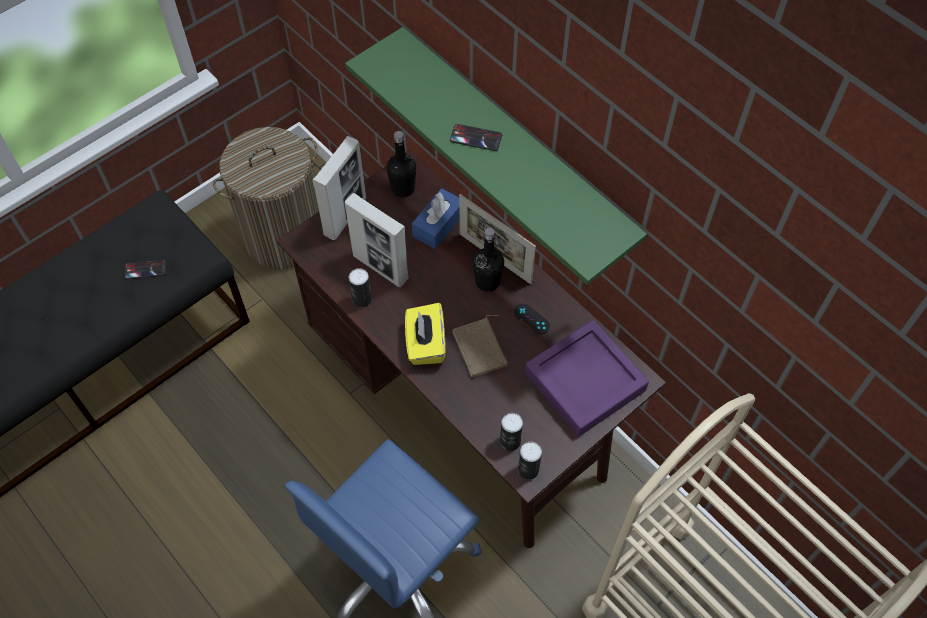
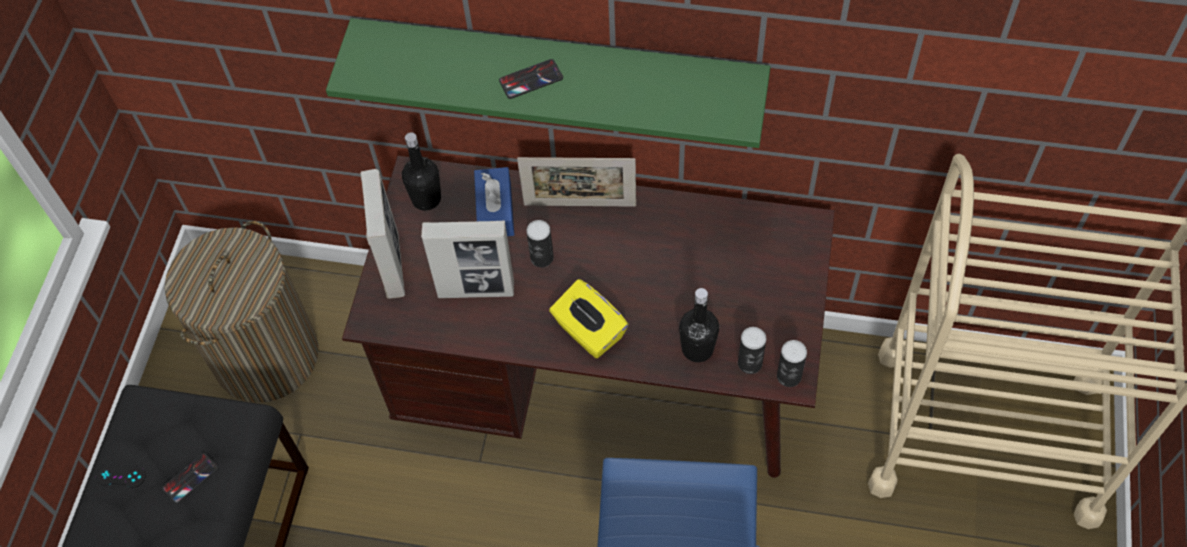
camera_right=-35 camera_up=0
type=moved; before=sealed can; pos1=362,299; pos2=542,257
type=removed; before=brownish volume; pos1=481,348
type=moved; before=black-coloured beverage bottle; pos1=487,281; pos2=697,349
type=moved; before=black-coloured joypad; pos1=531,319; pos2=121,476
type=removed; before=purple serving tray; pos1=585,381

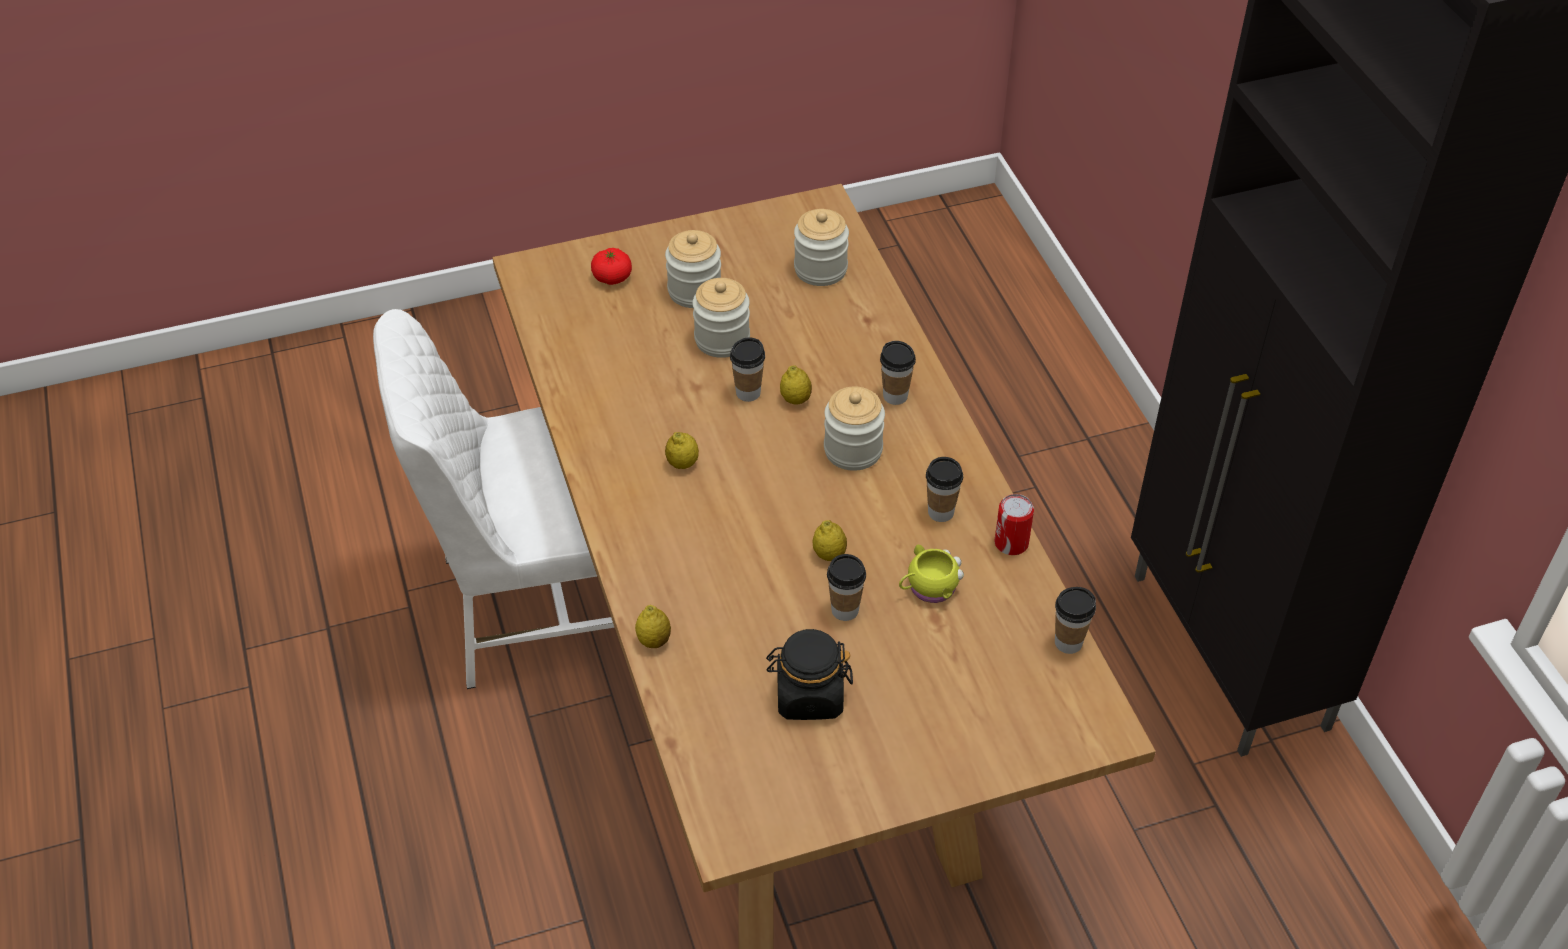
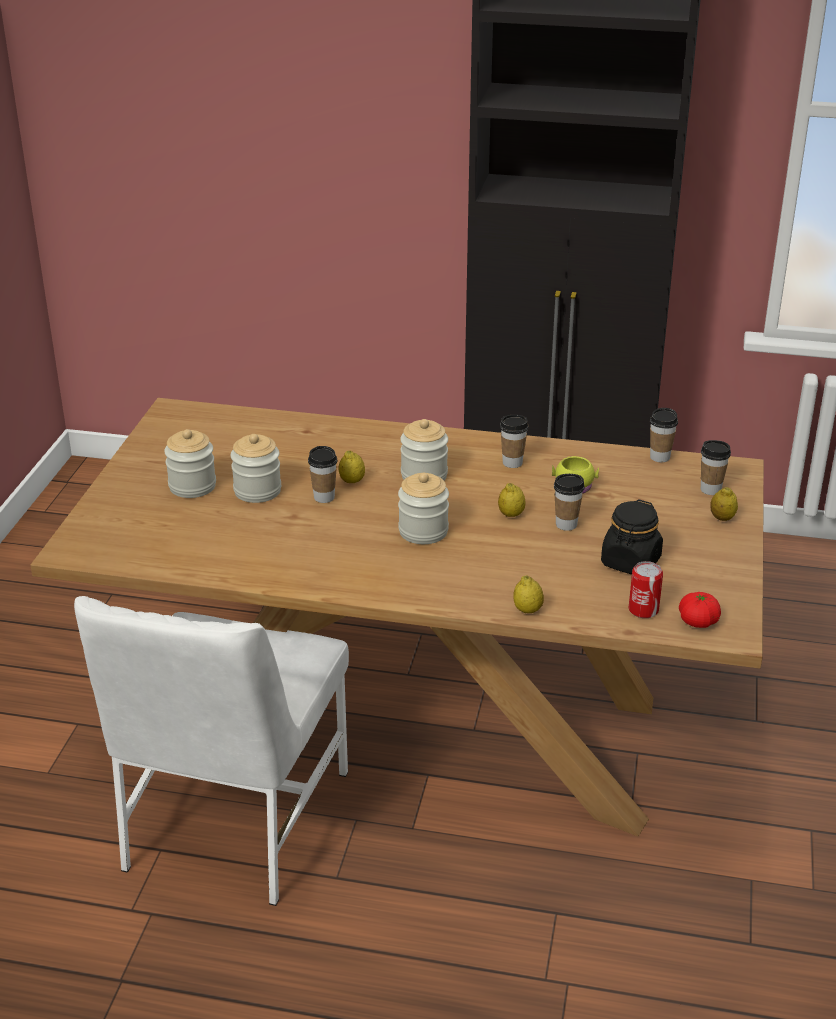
camera_right=-60 camera_up=-15
type=moved; before=tomato; pos1=612,277; pos2=698,622
type=moved; before=lemon; pos1=682,463; pos2=722,518
type=moved; before=storage jar; pos1=820,269; pos2=423,531
type=moved; before=small cup; pos1=895,396; pos2=710,489
type=moved; before=sealed can; pos1=1011,543; pos2=643,610

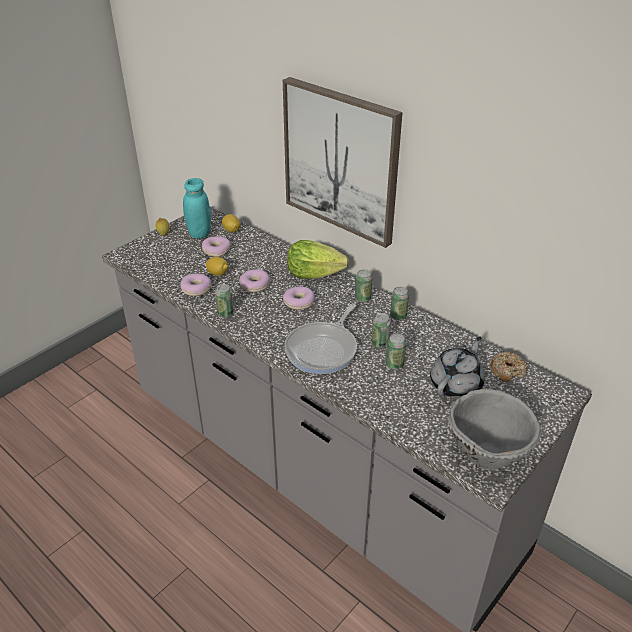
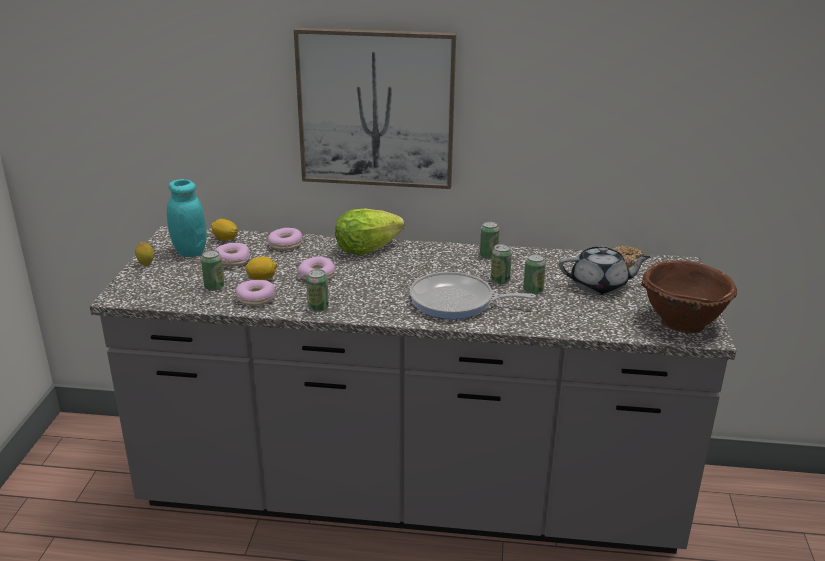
camera_right=-35 camera_up=-10
type=moved; before=ring doughnut; pos1=299,302; pos2=285,245
type=turned; before=skillet; pos1=323,349; pos2=456,302; turn=105
type=moved; before=sealed can; pos1=363,298; pos2=214,287
type=turned; before=grey tea pot; pos1=456,384; pos2=600,286; turn=90
type=recoloured; before=grey deep dish; after=brownish deep dish; pos1=486,452; pos2=681,322

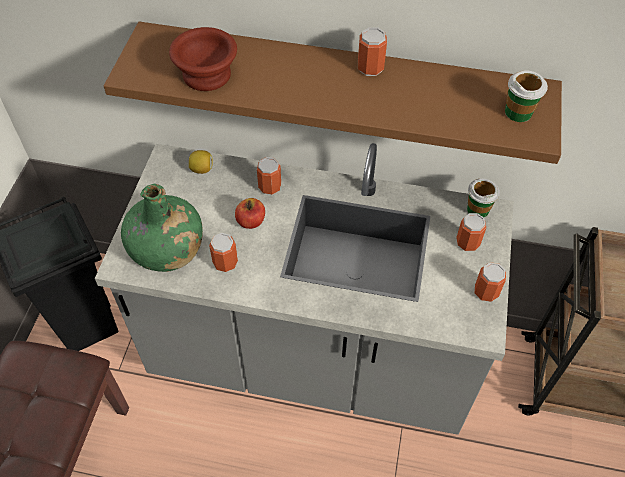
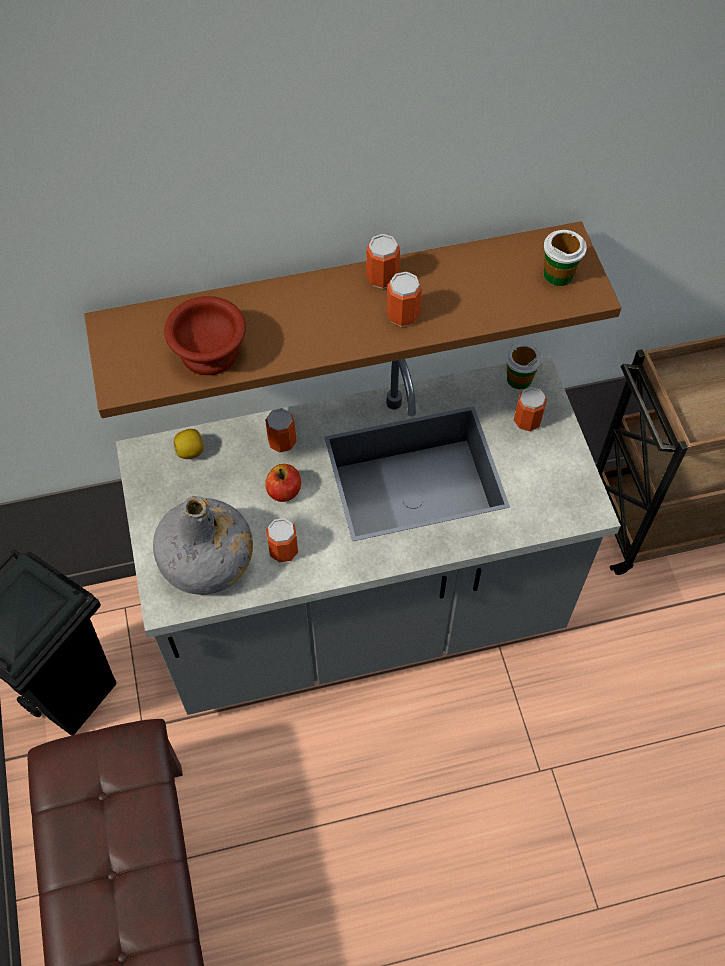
camera_right=-25 camera_up=5
type=recoloured; before=green beverage bottle; after=grey beverage bottle; pos1=166,249; pos2=207,562
type=moved; before=sealed can; pos1=486,292; pos2=403,315

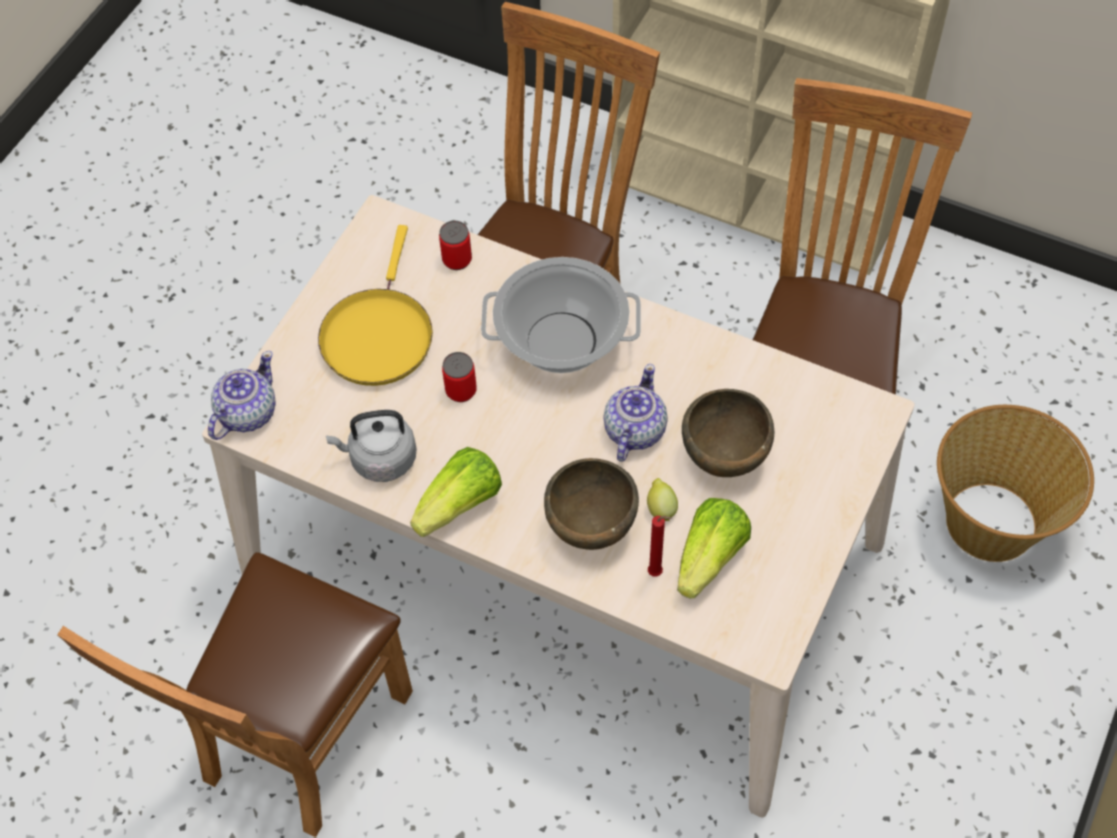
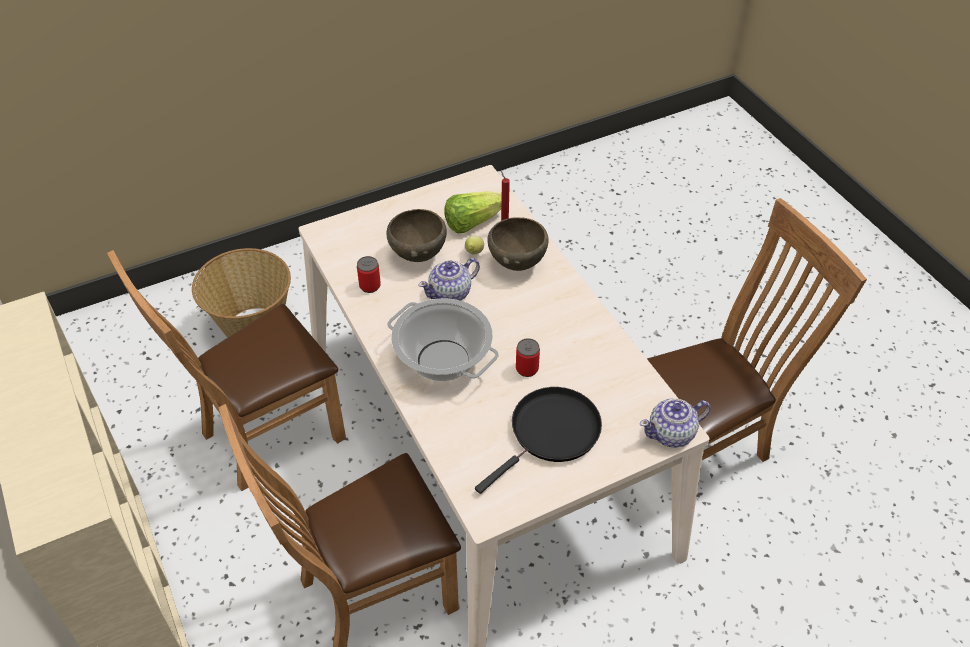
camera_right=-145 camera_up=-10
type=recoloured; before=yellow-coloured skillet; after=black-coloured skillet; pos1=378,334; pos2=551,433
type=removed; before=grey kettle; pos1=380,459
type=removed; before=head of lettuce; pos1=460,505
type=moved; before=sealed can; pos1=457,259; pos2=370,286

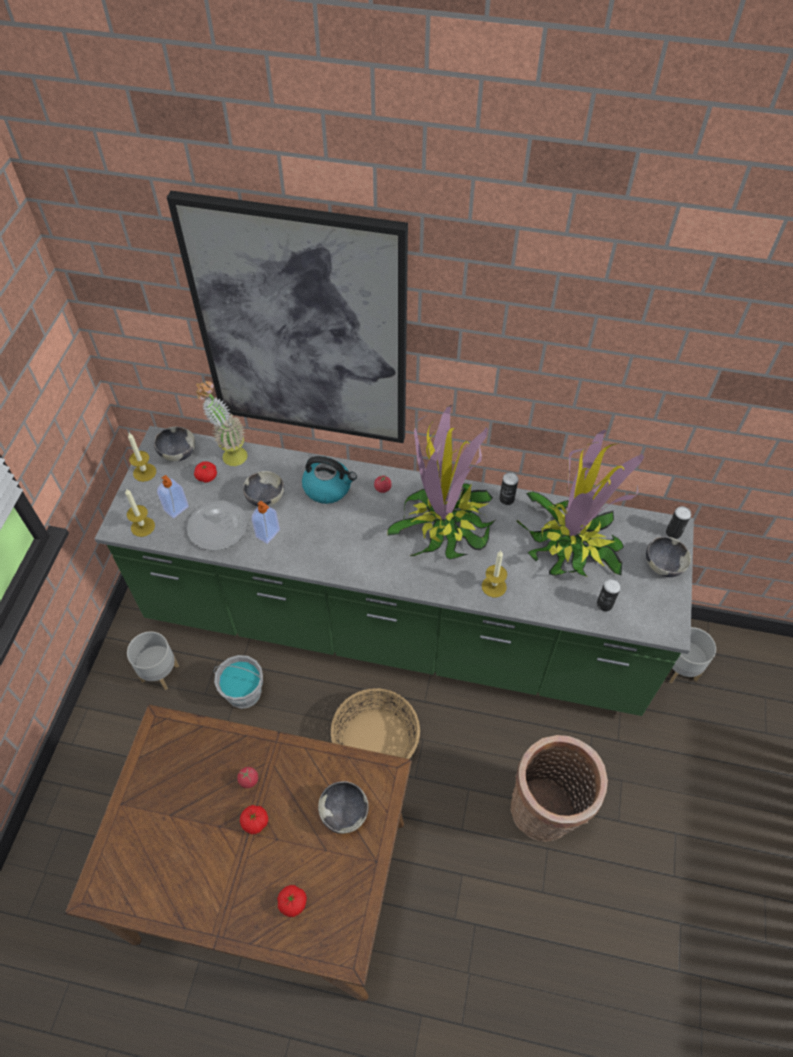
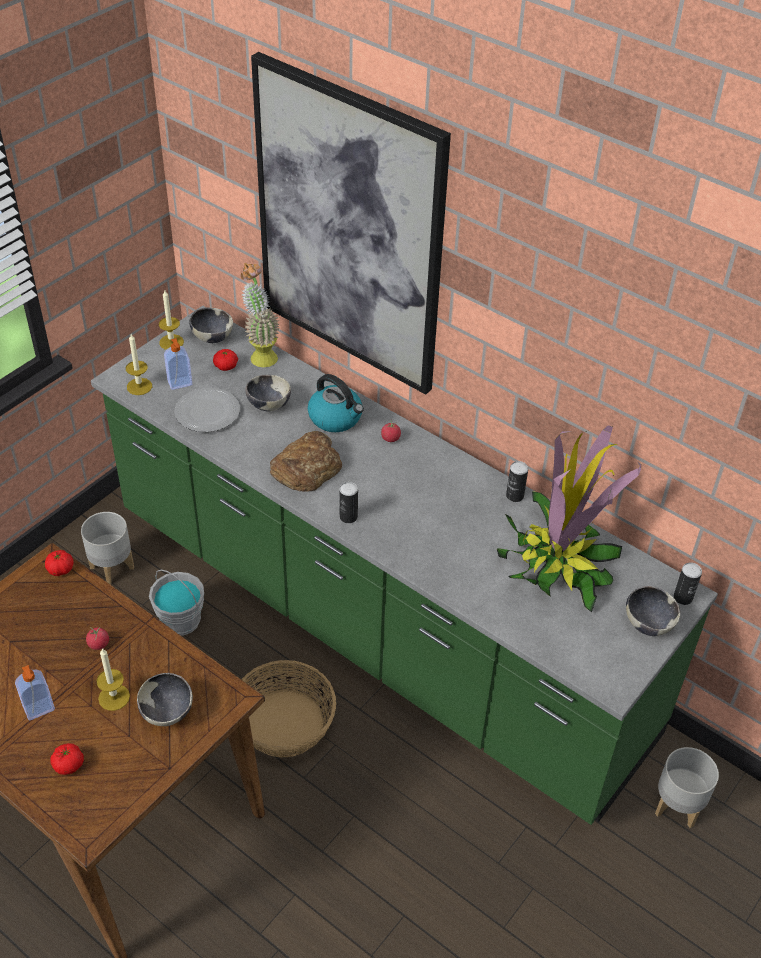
camera_right=25 camera_up=-10
type=moved; before=tomato; pos1=255,822; pos2=60,569
type=moved; before=soap bottle; pos1=268,534; pos2=39,709
type=removed; before=potted plant; pos1=444,523
type=moved; before=candle; pos1=494,586; pos2=114,697
type=removed; before=storage basket; pos1=545,813
type=moved; before=sealed can; pos1=604,604; pos2=348,517
type=added; after=baked bread; pos2=306,467

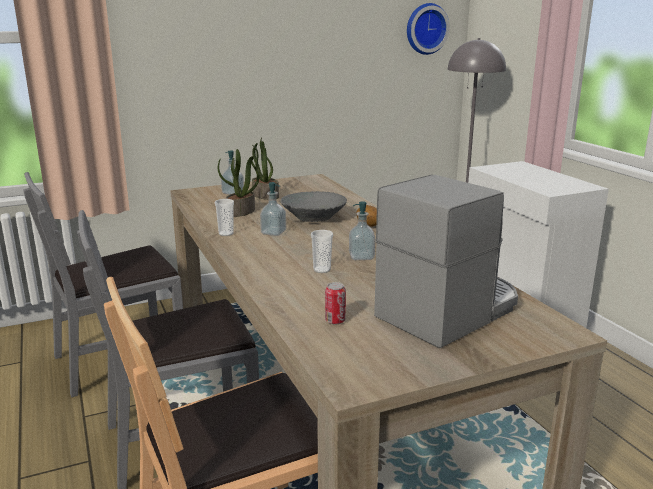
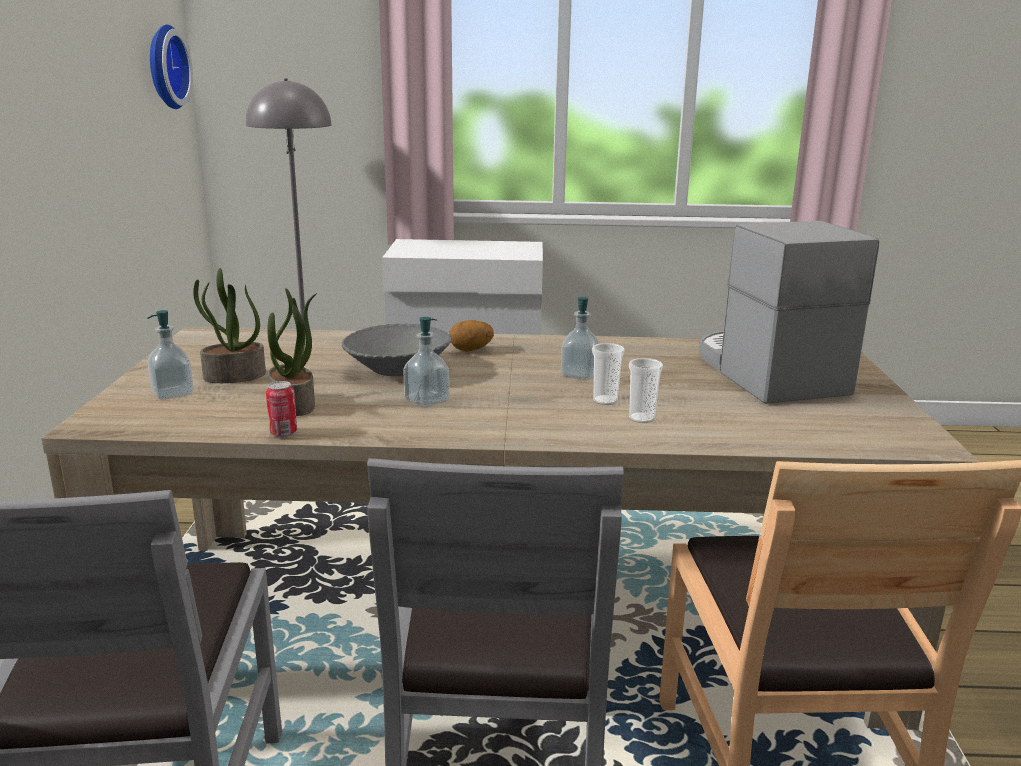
camera_right=-65 camera_up=0
type=moved; before=small cup; pos1=226,233; pos2=641,418
type=moved; before=sealed can; pos1=335,321; pos2=283,433

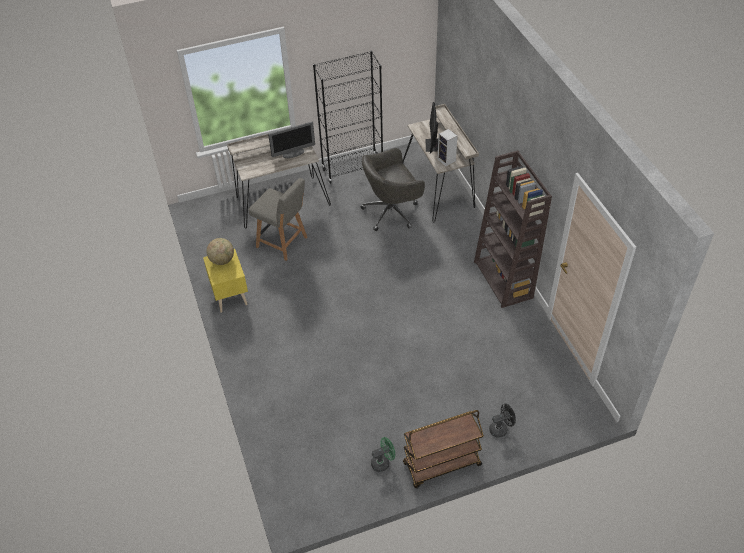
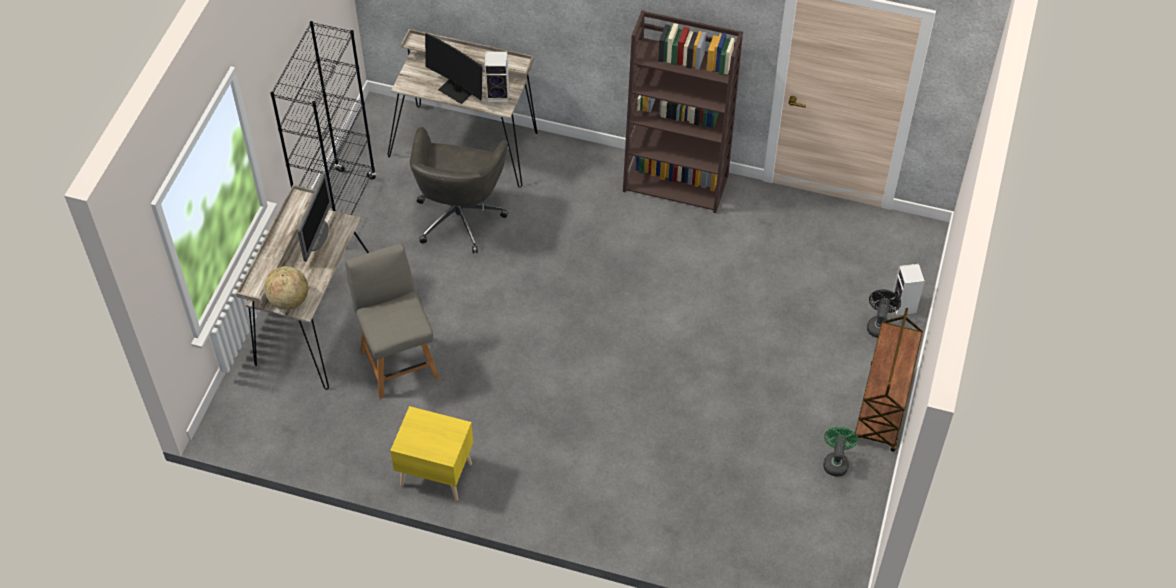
camera_right=-55 camera_up=5
type=moved; before=desk globe; pos1=222,260; pos2=289,300
type=turned; before=grey upright chair; pos1=283,243; pos2=398,362; turn=-90
type=added; after=audio speaker; pos2=904,306

